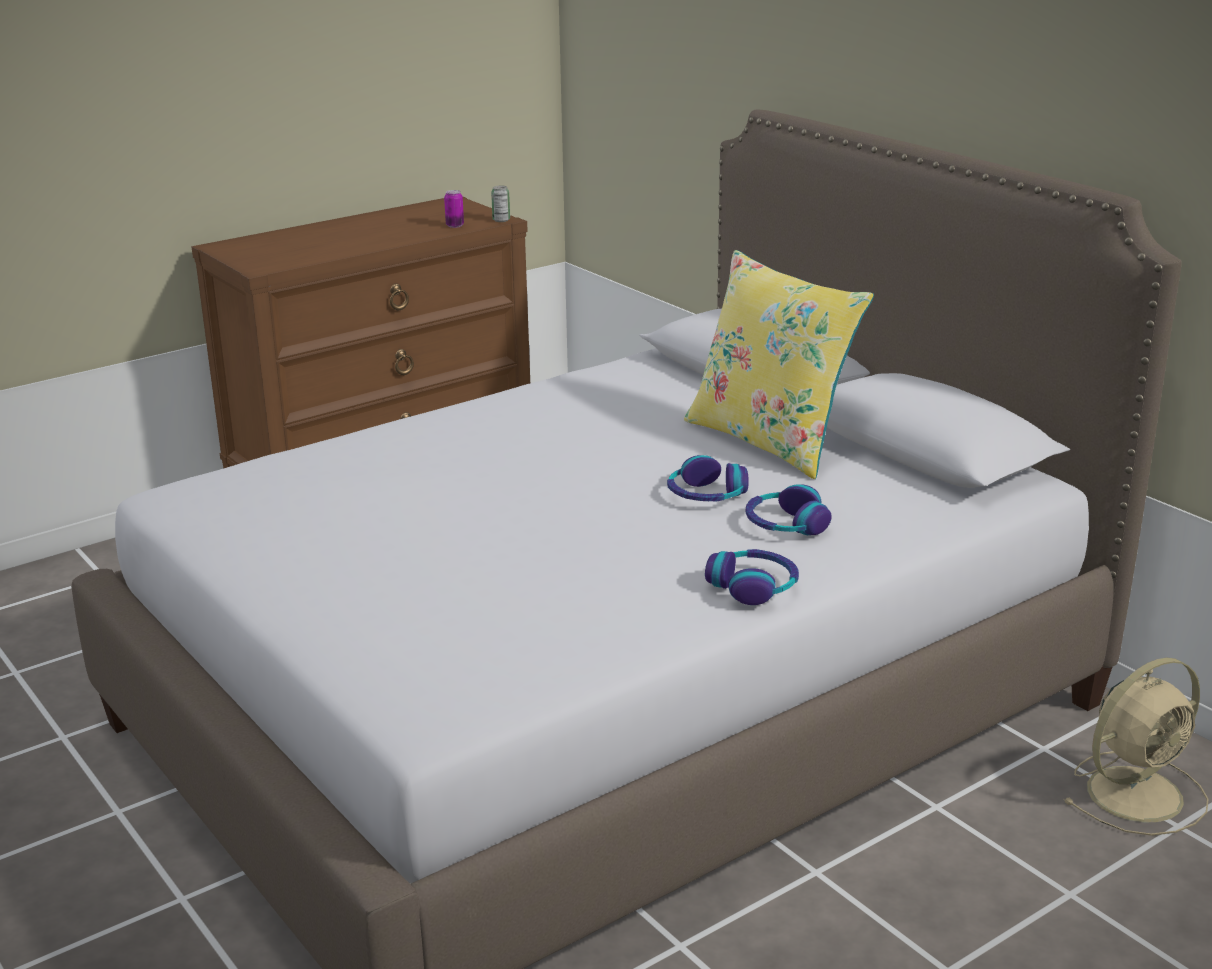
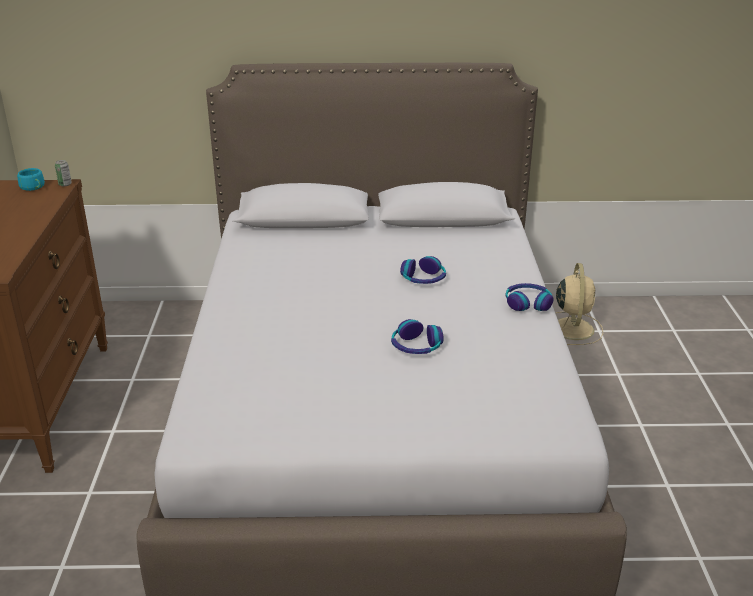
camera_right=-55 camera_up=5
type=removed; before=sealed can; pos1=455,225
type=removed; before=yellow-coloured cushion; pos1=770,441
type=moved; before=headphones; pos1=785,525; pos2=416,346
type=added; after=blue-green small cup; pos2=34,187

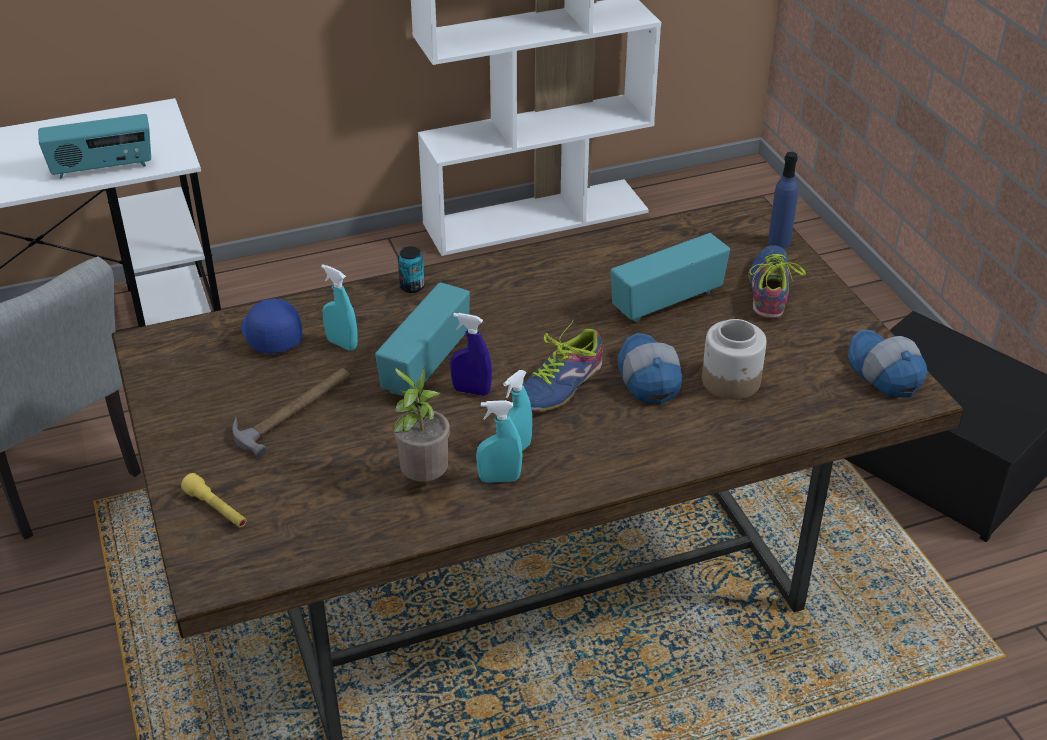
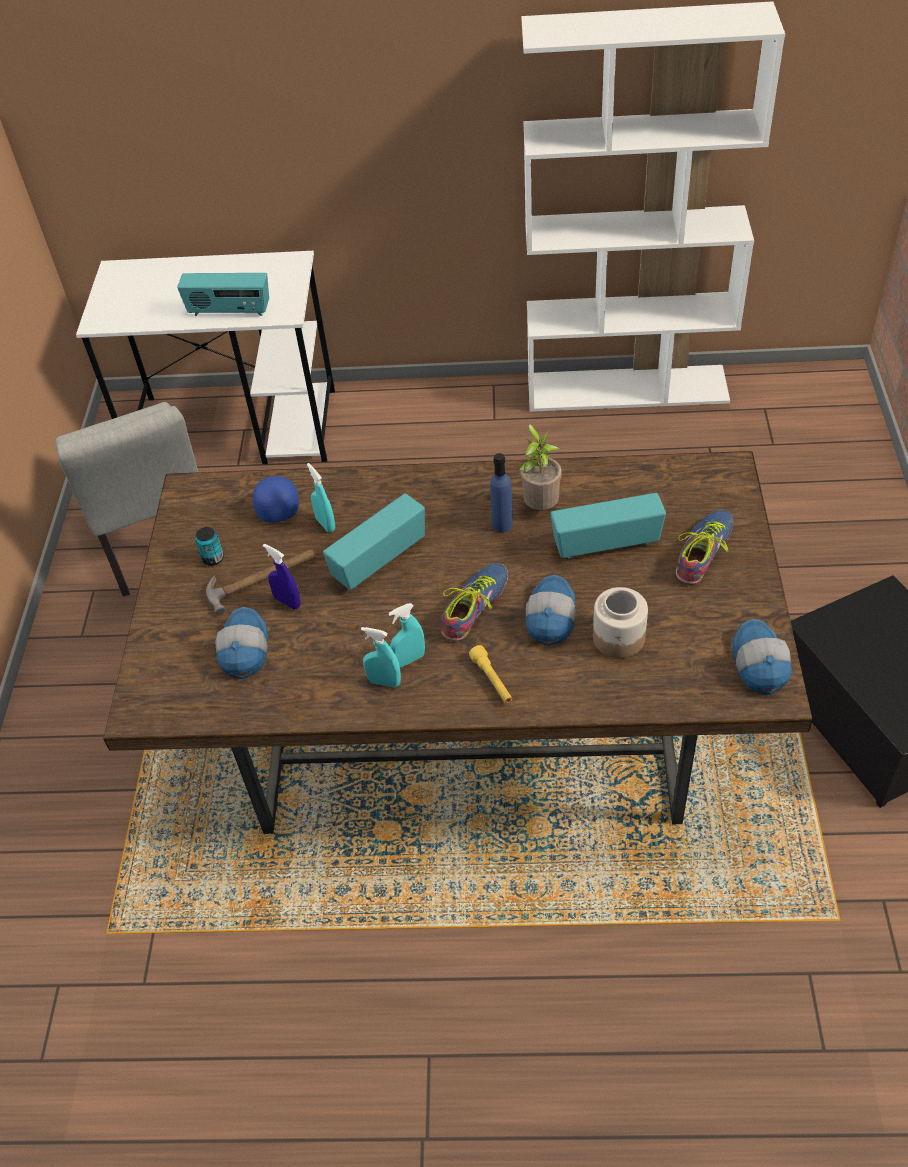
camera_right=25 camera_up=10
type=moved; before=yellow-coloured torch; pos1=217,509; pos2=492,680
type=moved; before=potted plant; pos1=423,478; pos2=540,506
type=moved; before=sealed can; pos1=412,287; pos2=213,558
type=moved; before=bluish spray bottle; pos1=471,391; pos2=287,602
type=turned; before=item of footwear; pos1=559,386; pos2=474,606; turn=150
type=moved; before=bluish beverage bottle; pos1=779,243; pos2=502,524
type=added; after=peaked cap; pos2=243,649

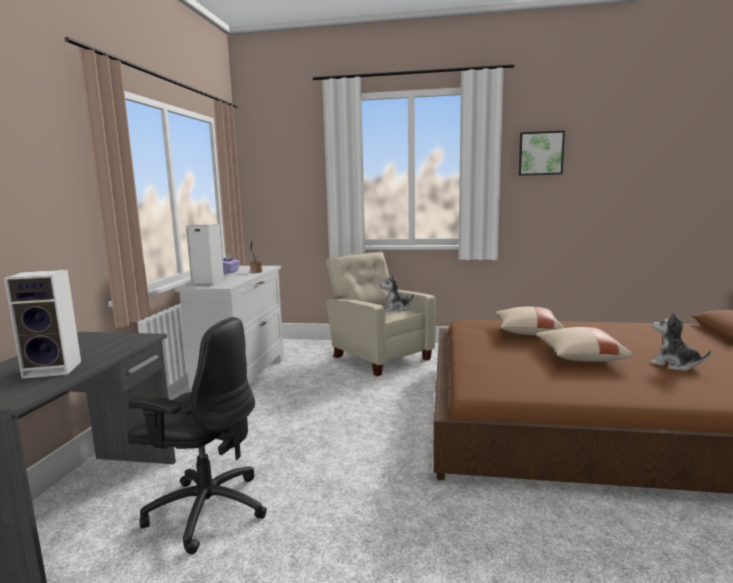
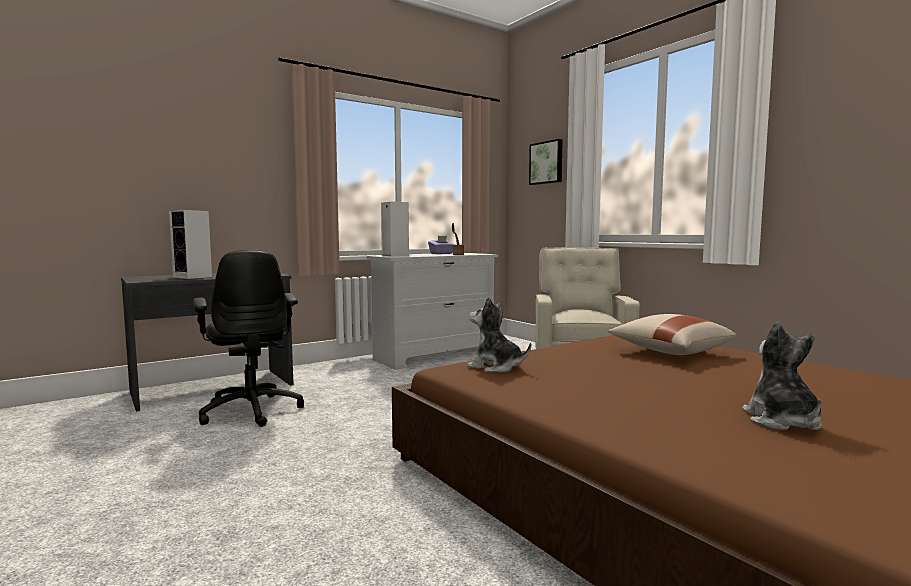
camera_right=45 camera_up=-5
type=moved; before=cuddly toy; pos1=396,309; pos2=495,367
type=moved; before=picture; pos1=540,153; pos2=547,162
type=removed; before=beige-coloured cushion; pos1=579,358

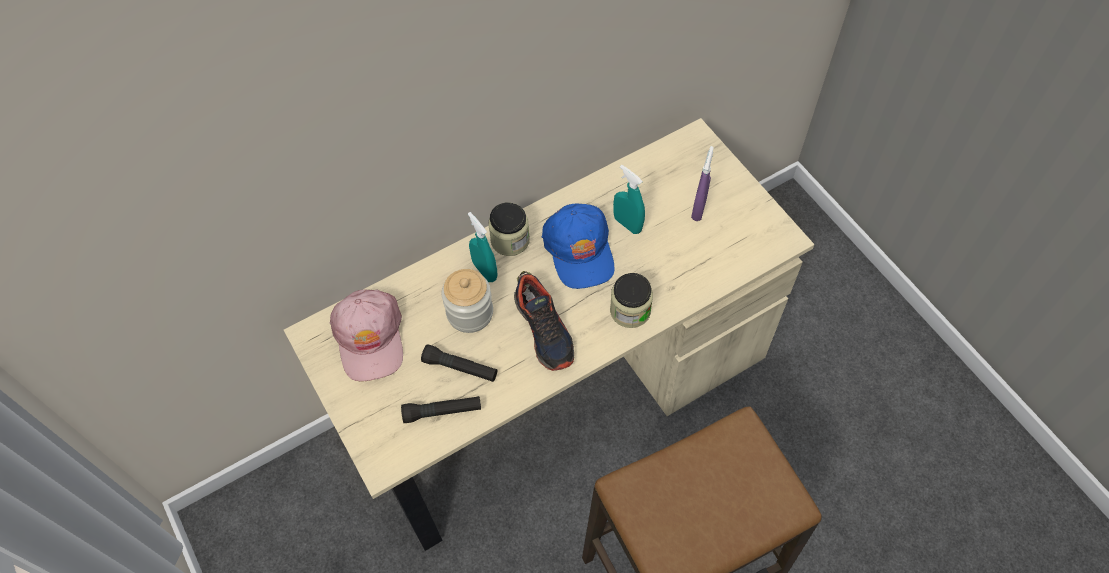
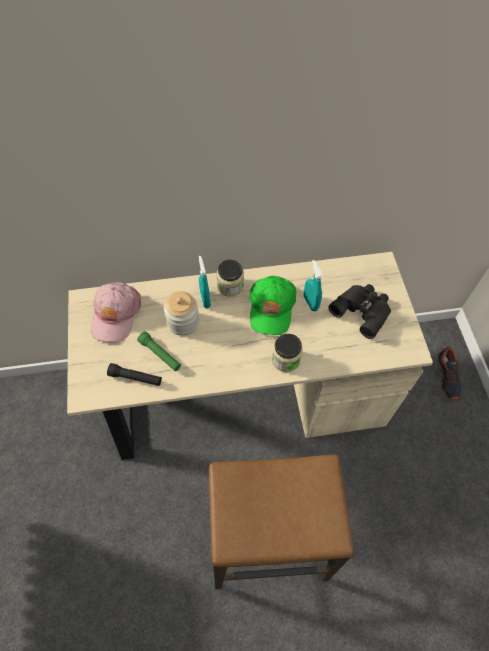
camera_right=20 camera_up=0
type=recoloured; before=black-coloured torch; after=green torch; pos1=460,368; pos2=160,354
type=moved; before=item of footwear; pos1=544,330; pos2=447,377
type=recoloured; before=bluish peaked cap; after=green peaked cap; pos1=579,250; pos2=271,308
type=replaced; before=purple spray bottle; after=black-coloured field glasses; pos1=698,209; pos2=362,310

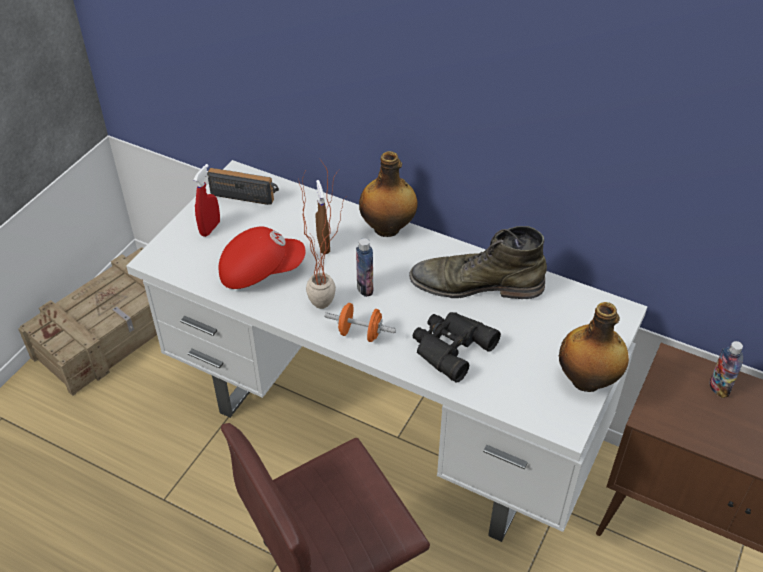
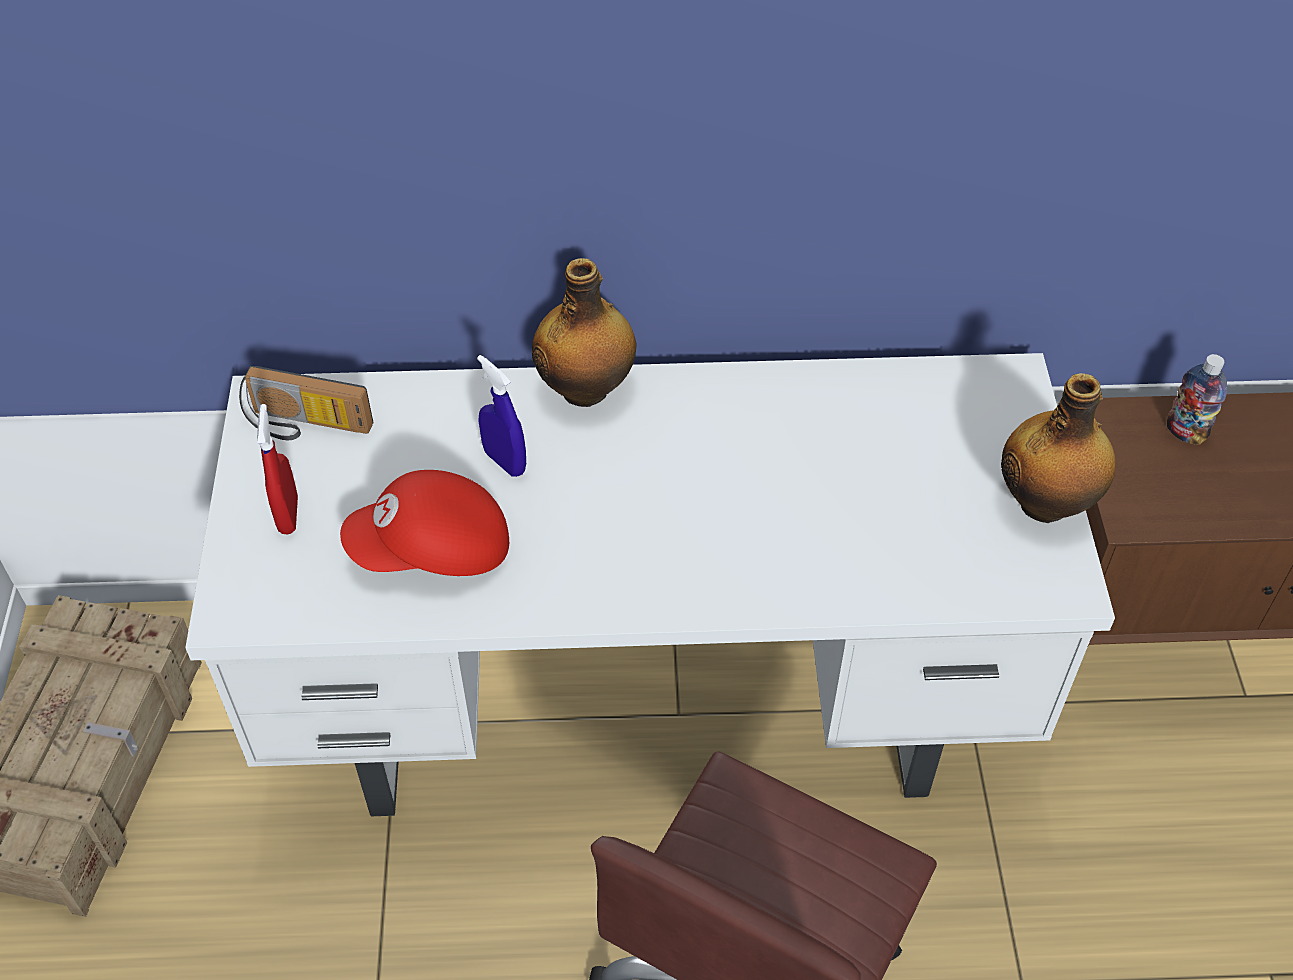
camera_right=-30 camera_up=5
type=turned; before=radio set; pos1=246,193; pos2=305,426; turn=-150
type=turned; before=reddish peaked cap; pos1=260,270; pos2=433,550; turn=-150
type=removed; before=potted plant; pos1=330,301
type=recoloured; before=brownish spray bottle; after=bluish spray bottle; pos1=323,245; pos2=504,462
type=removed; before=orange-coloured dumbbell; pos1=360,333
type=removed; before=beverage bottle; pos1=365,288
type=removed; before=green boot; pos1=476,284
type=removed; before=black-coloured field glasses; pos1=449,347

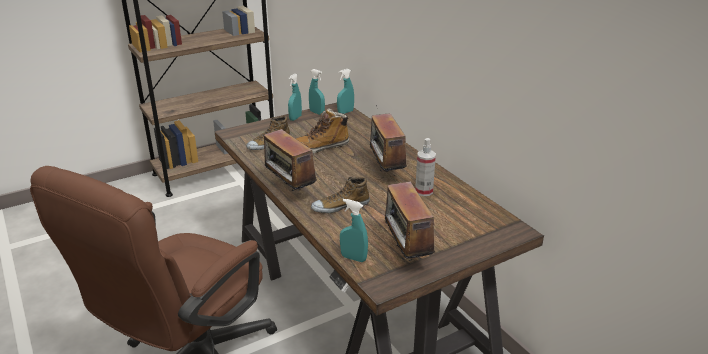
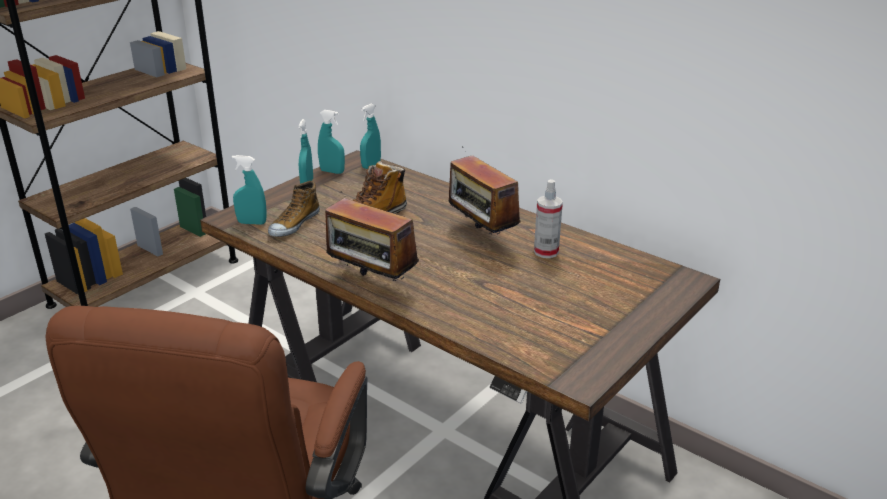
camera_right=-20 camera_up=0
type=removed; before=item of footwear; pos1=340,206
type=moved; before=blue-green spray bottle; pos1=353,258; pos2=252,223
type=removed; before=radio set; pos1=406,254

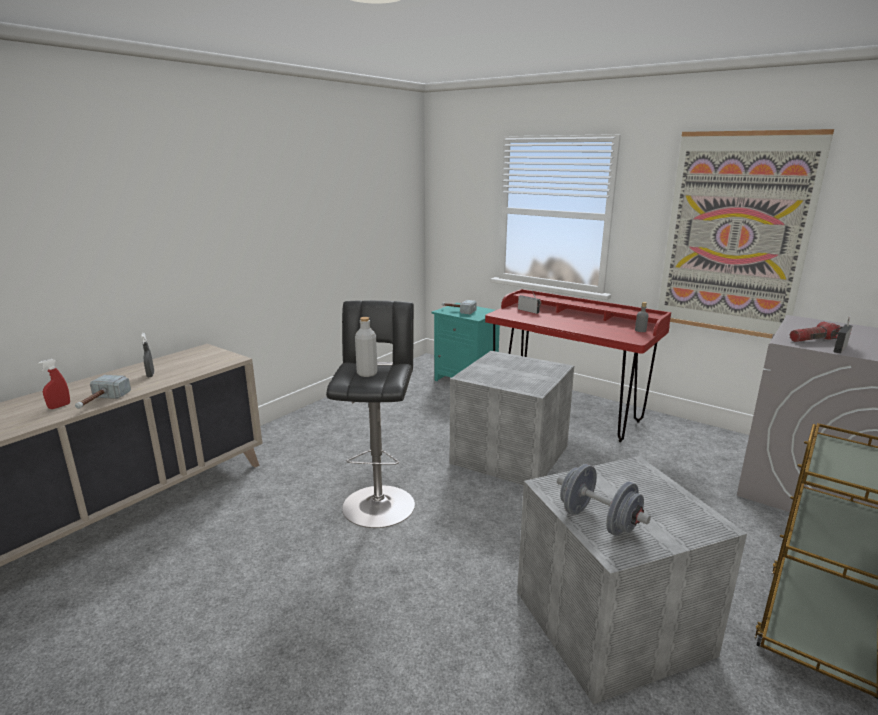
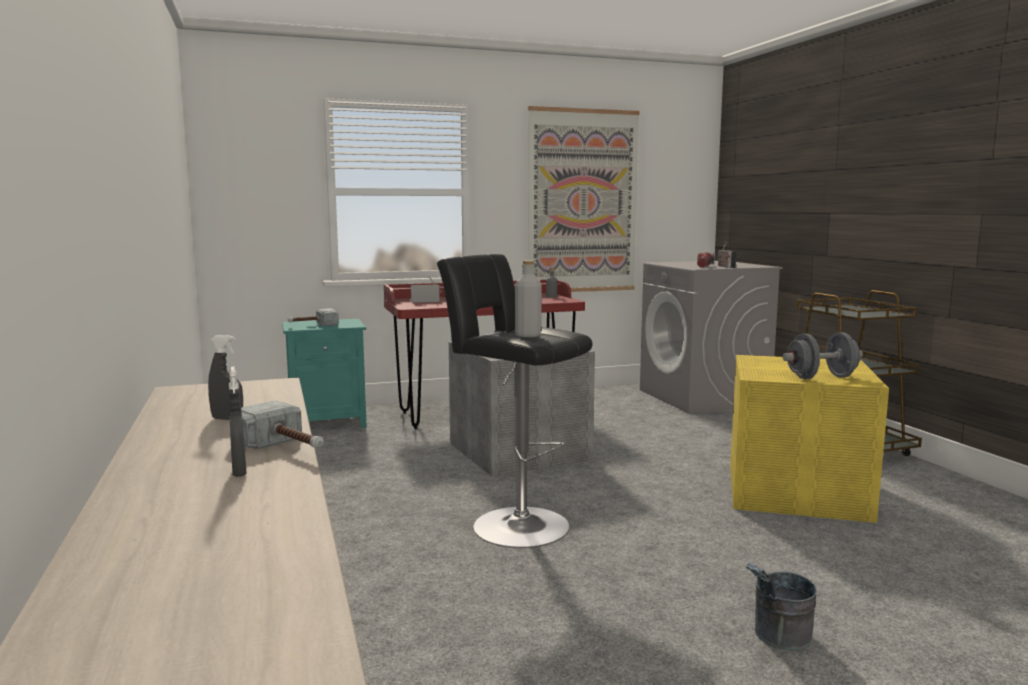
camera_right=-55 camera_up=-10
type=recoloured; before=reddish spray bottle; after=grey spray bottle; pos1=59,406; pos2=239,472
type=recoloured; before=grey storage box; after=yellow-coloured storage box; pos1=610,625; pos2=798,492
type=added; after=grey bucket; pos2=777,640

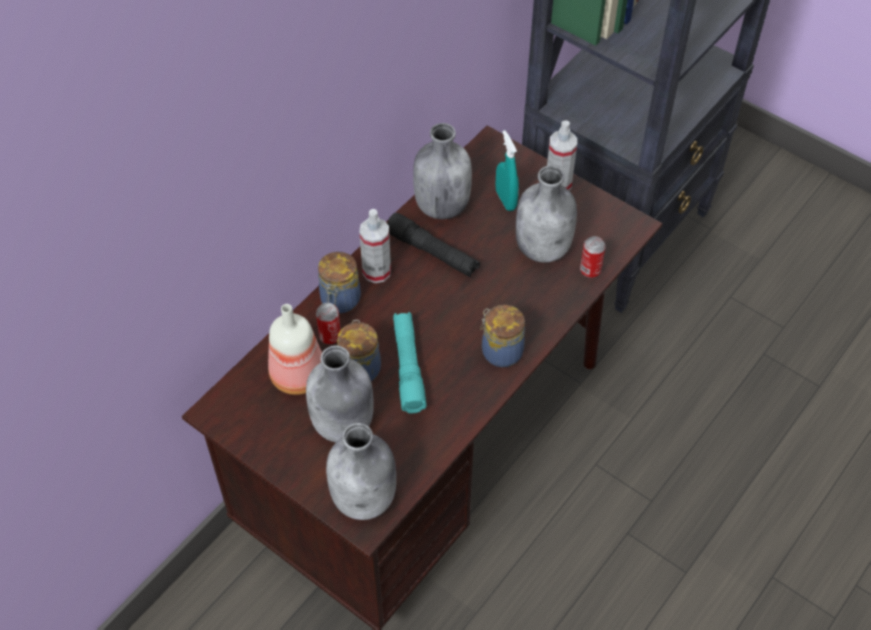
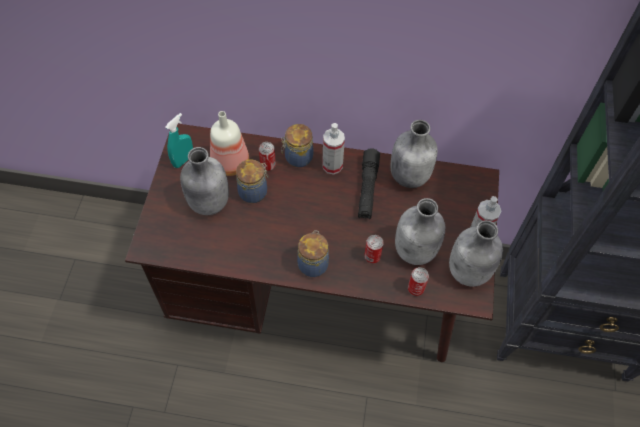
camera_right=60 camera_up=5
type=moved; before=grey beverage bottle; pos1=365,498; pos2=469,272
type=removed; before=blue-green torch; pos1=408,367
type=moved; before=blue-green spray bottle; pos1=505,200; pos2=183,160
type=added; after=sealed can; pos2=372,257

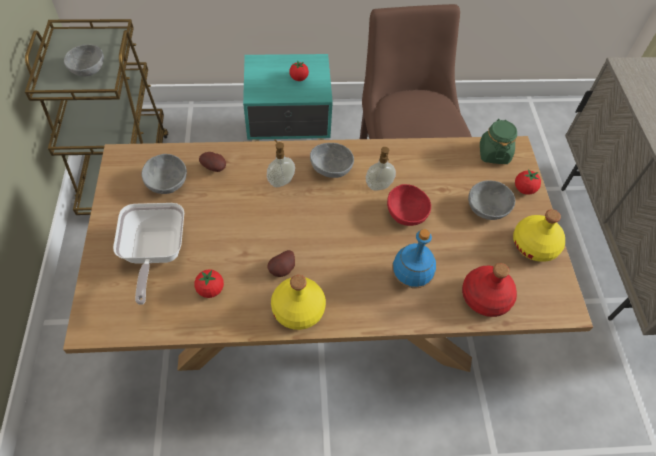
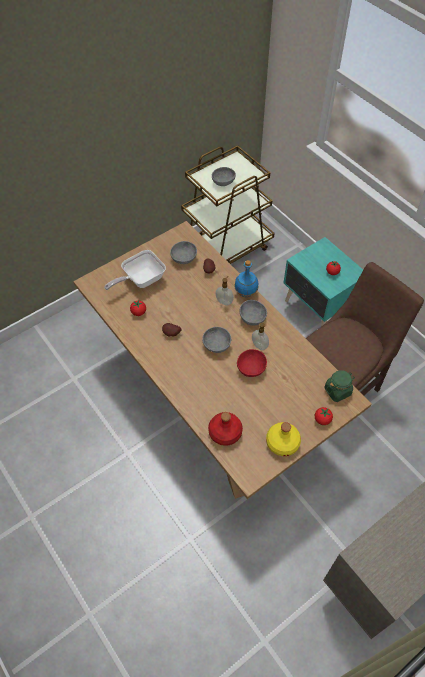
camera_right=60 camera_up=0
type=removed; before=yellow-coloured beverage bottle; pos1=297,309
type=moved; before=bluish beverage bottle; pos1=409,278; pos2=245,293
type=moved; before=grey deep dish; pos1=487,209; pos2=216,345

